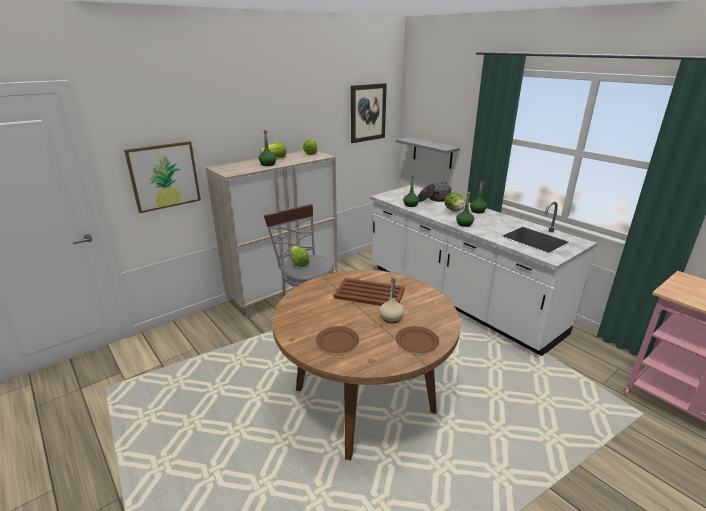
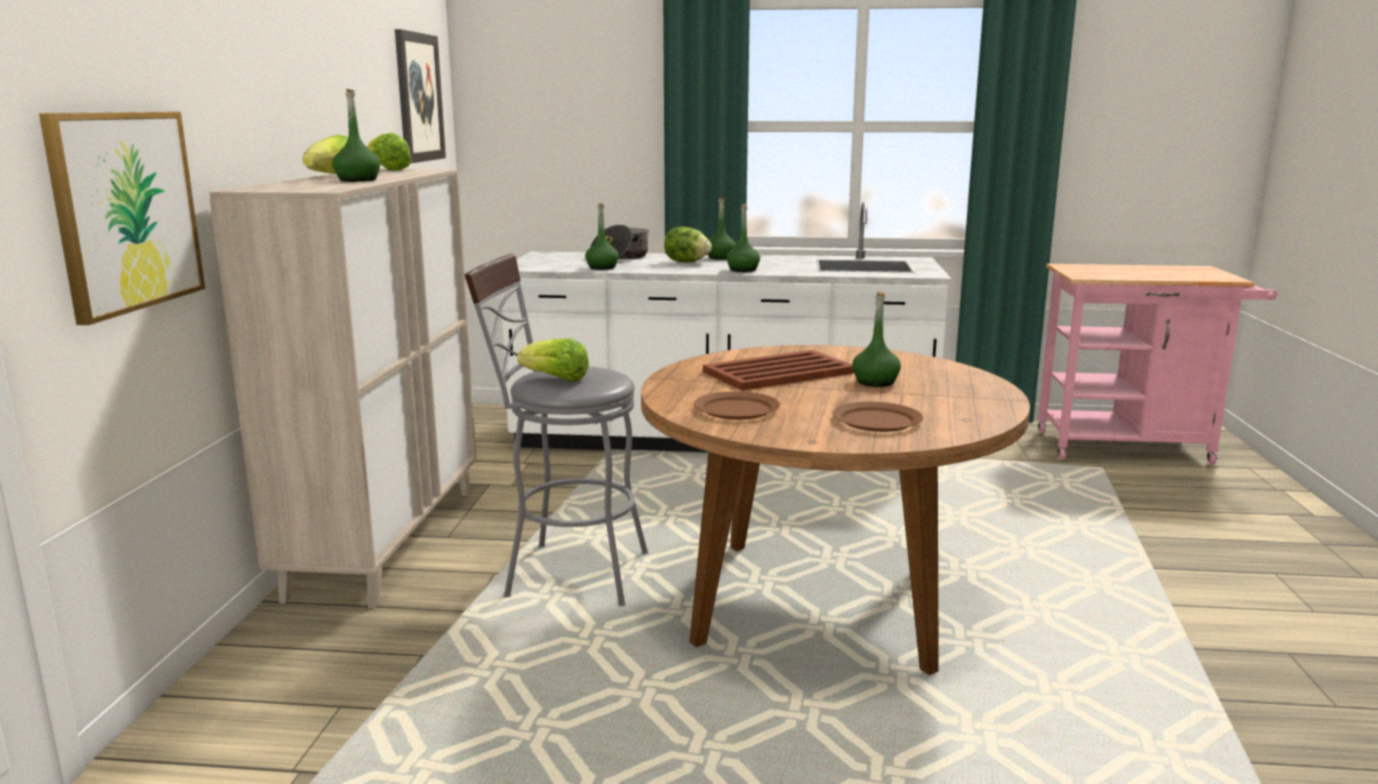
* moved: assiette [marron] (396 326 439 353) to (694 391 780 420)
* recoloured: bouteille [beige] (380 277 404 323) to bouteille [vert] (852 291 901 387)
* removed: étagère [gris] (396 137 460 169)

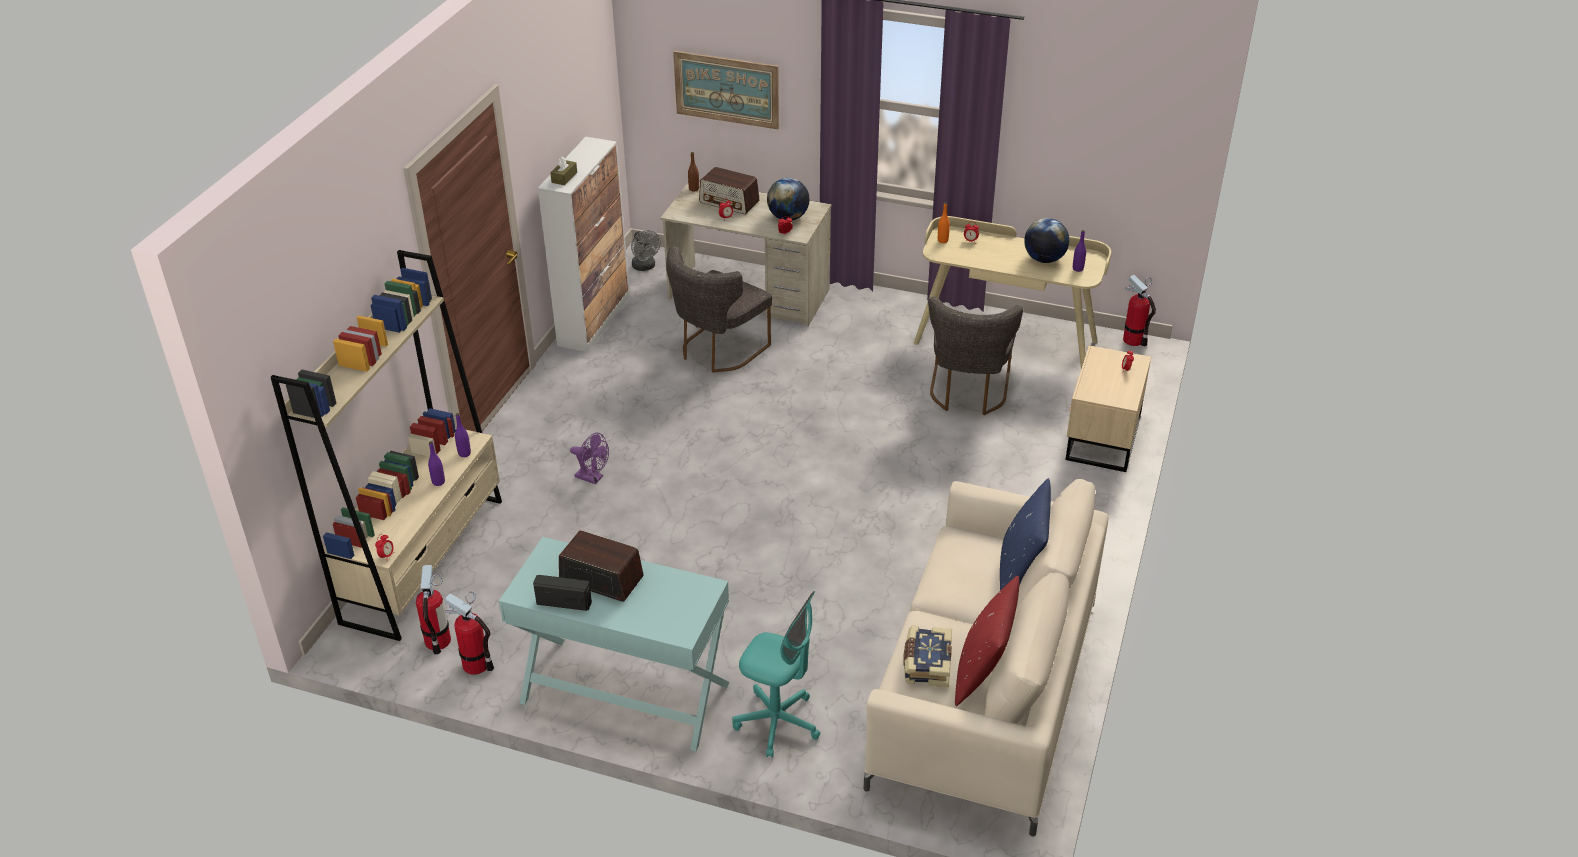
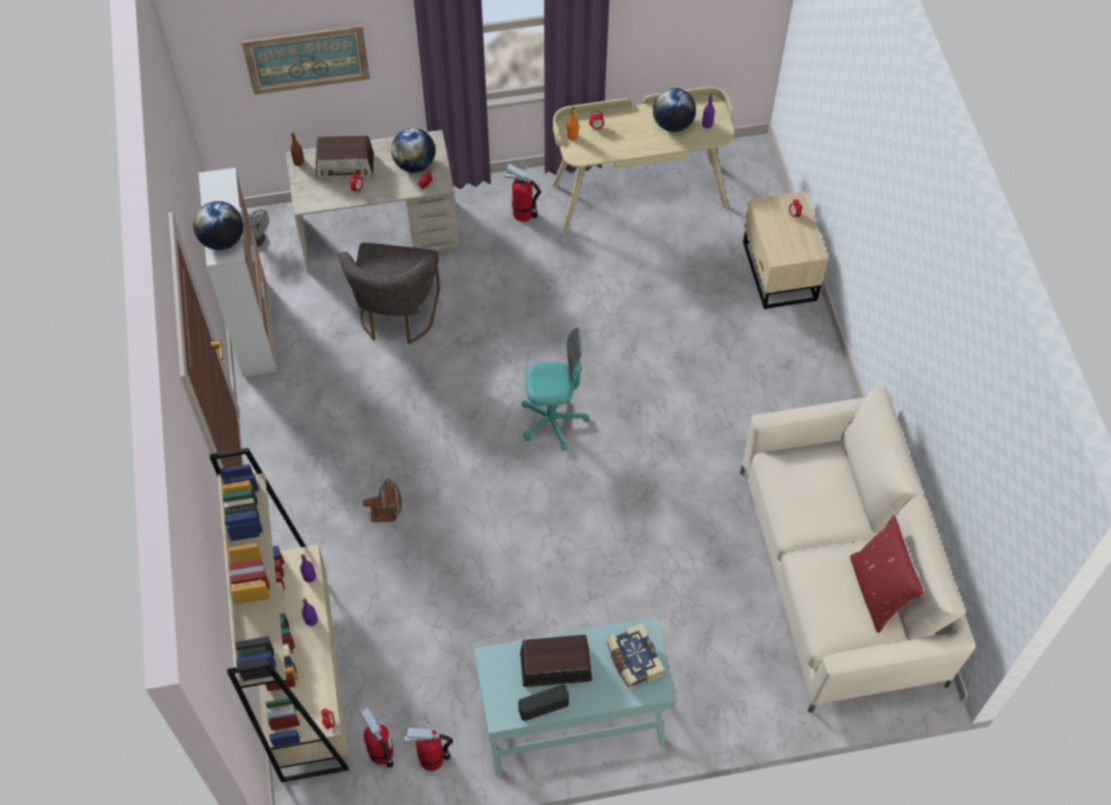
* replaced: boîte à mouchoirs [marron] (550 156 577 185) to globe (193 201 243 250)
* recoloured: ventilateur [violet] (570 433 609 484) to ventilateur [marron] (363 479 402 522)
* moved: extincteur (1123 275 1156 346) to (504 161 541 222)
* moved: chaise de bureau [turquoise] (732 591 820 758) to (522 327 590 451)
* moved: livre (903 626 952 687) to (606 623 665 690)
* removed: chaise [gris] (928 297 1023 415)
* removed: coussin [bleu] (1000 478 1051 591)

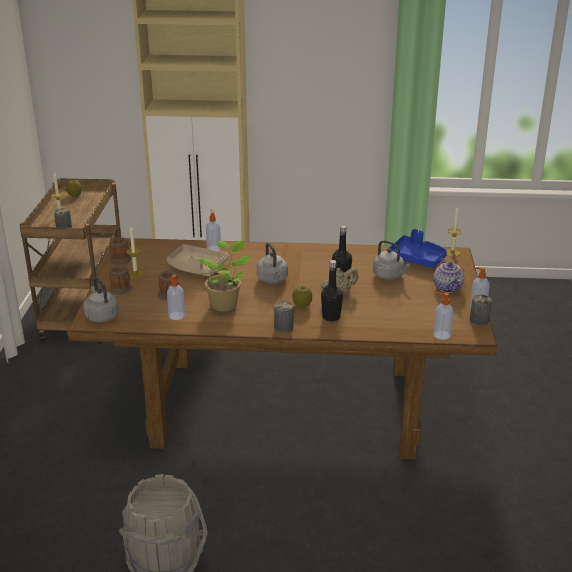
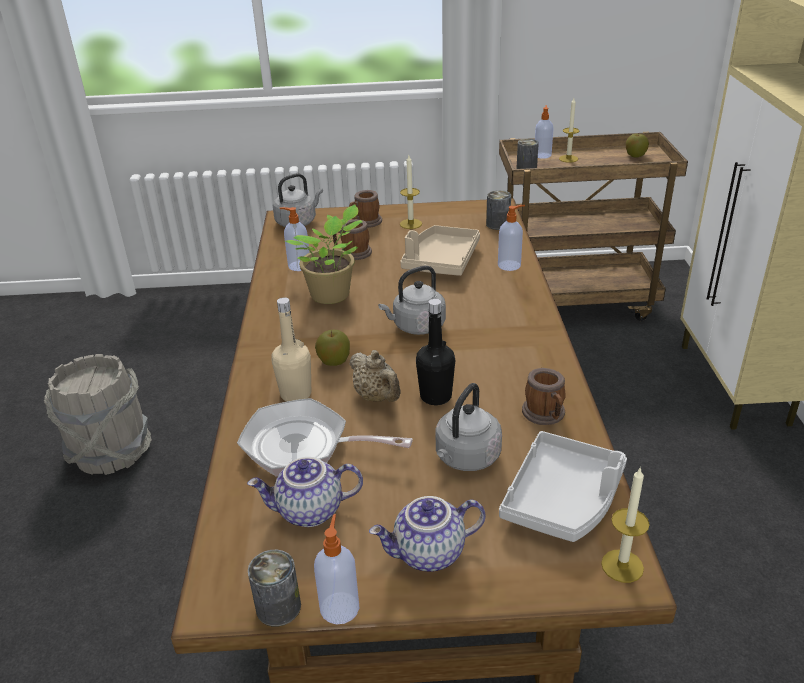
* added: poêle (237 398 413 477)
* added: théière (247 457 363 527)
* recoloured: bouteille [noir] (321 260 343 321) to bouteille [beige] (271 297 311 402)
* moved: boîte métallique (274 301 294 333) to (486 190 511 230)
* recoloured: plateau [bleu] (388 229 447 268) to plateau [gris] (499 431 627 542)
* moved: mug (110 237 135 265) to (522 368 566 425)
* moved: distributeur de savon (434 292 453 340) to (535 105 554 159)

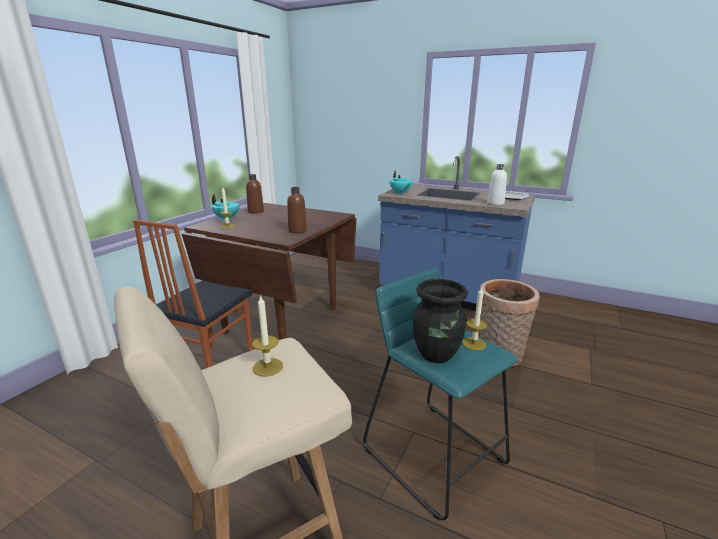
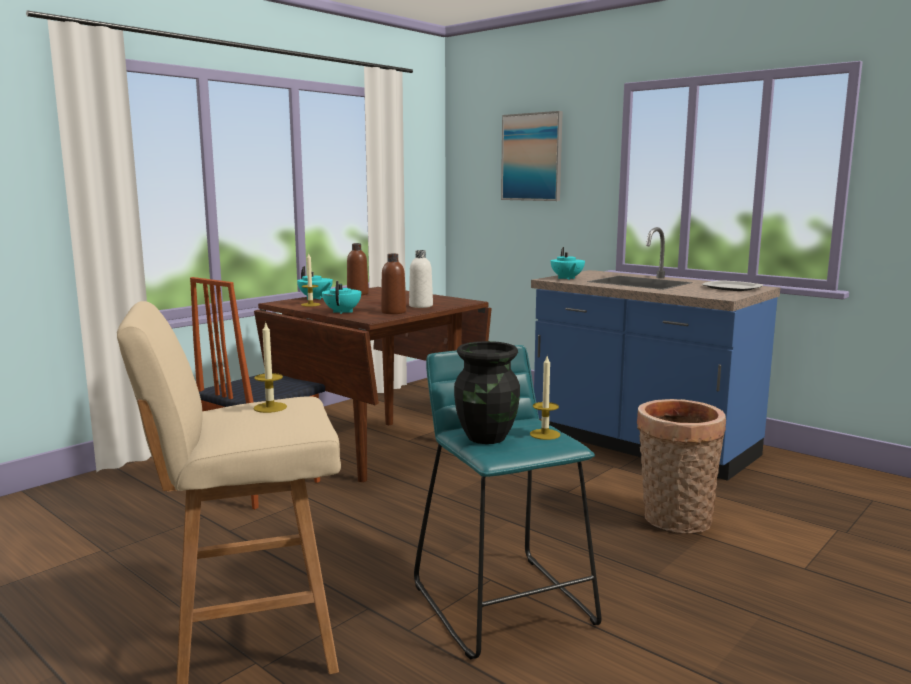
* added: théière [turquoise] (322 281 361 314)
* moved: bouteille [blanc] (487 164 507 205) to (409 250 433 308)
* added: tableau (501 111 563 201)

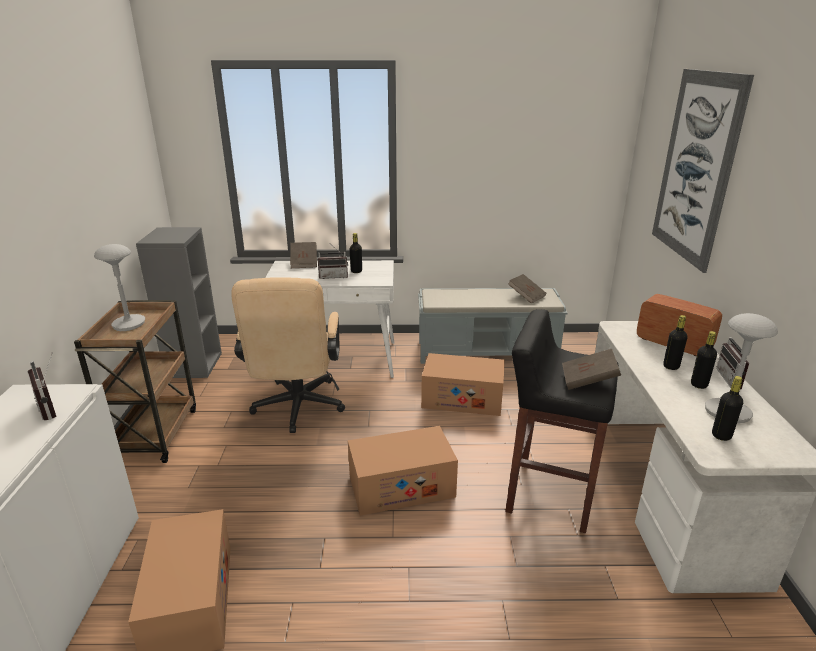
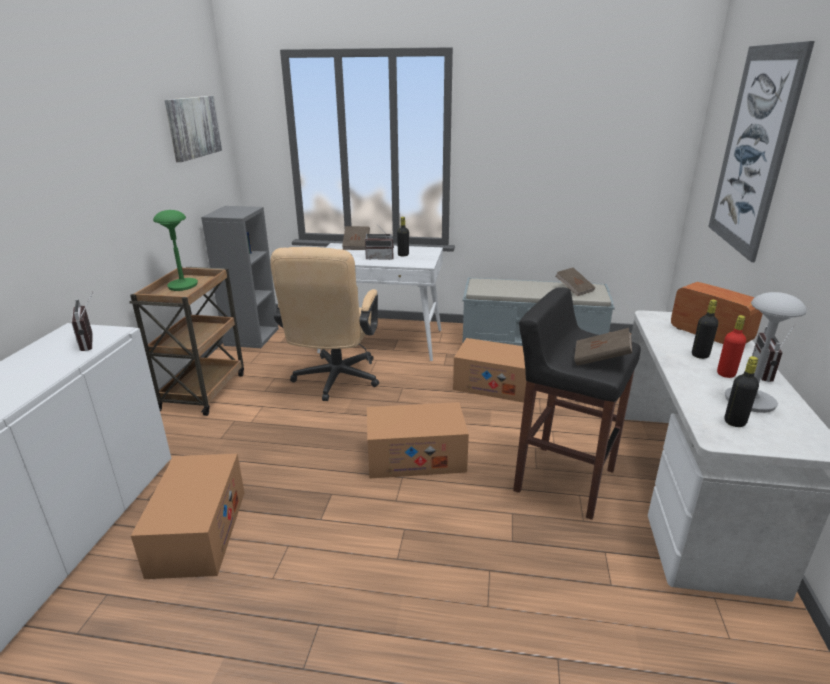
* recoloured: lampe de table [gris] (94 244 145 331) to lampe de table [vert] (153 210 198 291)
* added: tableau (165 96 222 162)
* recoloured: bouteille [noir] (691 331 717 389) to bouteille [rouge] (717 315 746 378)

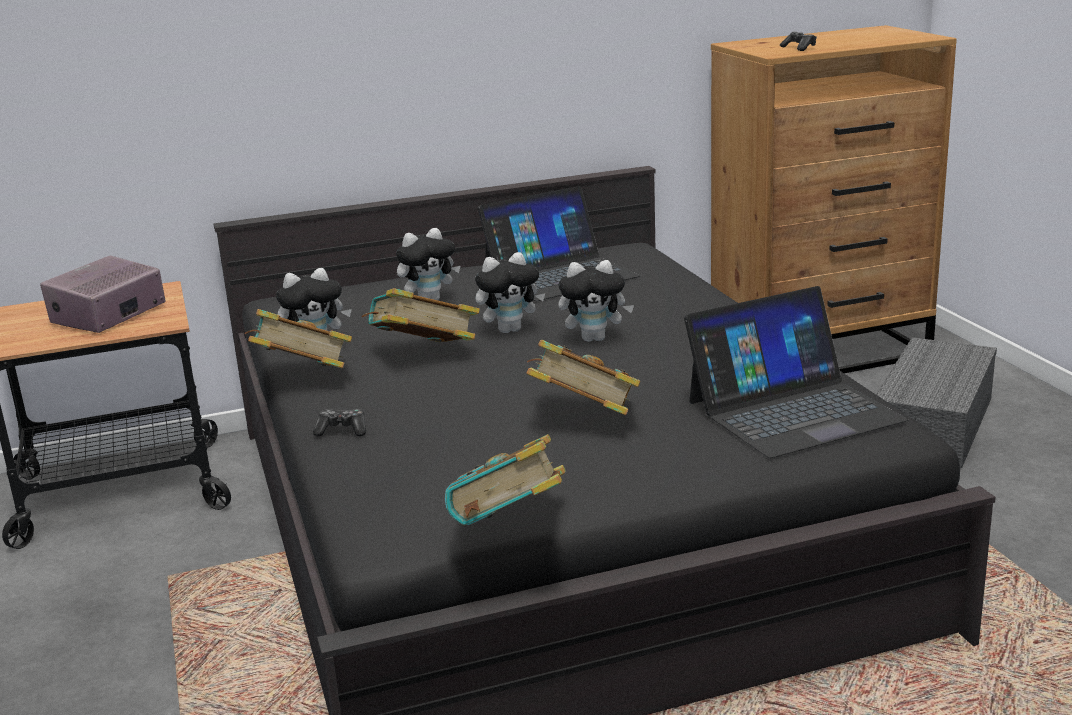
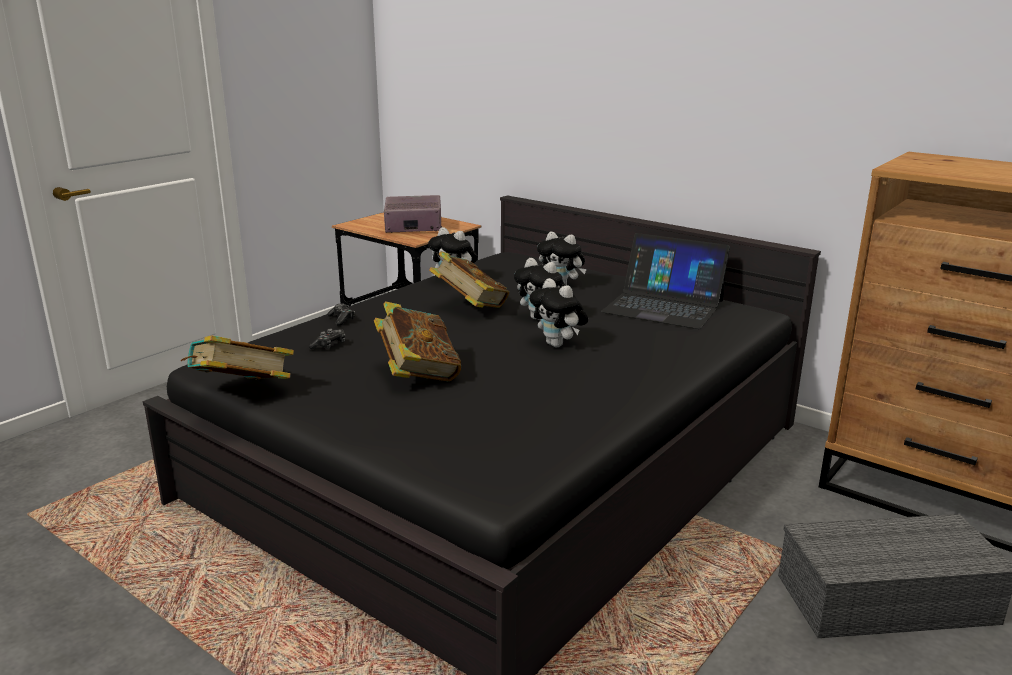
* moved: manette (780 31 817 51) to (309 329 346 349)
* removed: livre (245 309 352 368)
* removed: ordinateur portable (684 286 908 458)

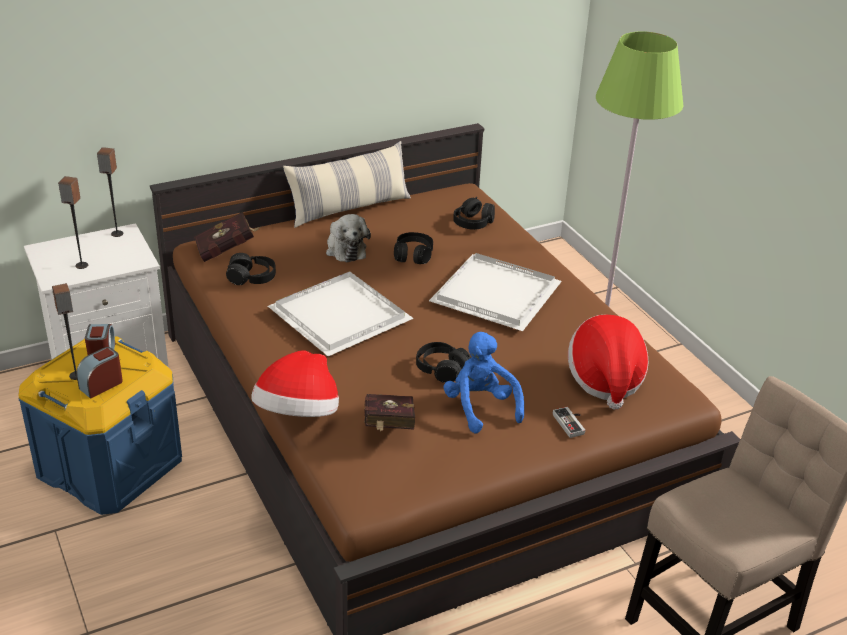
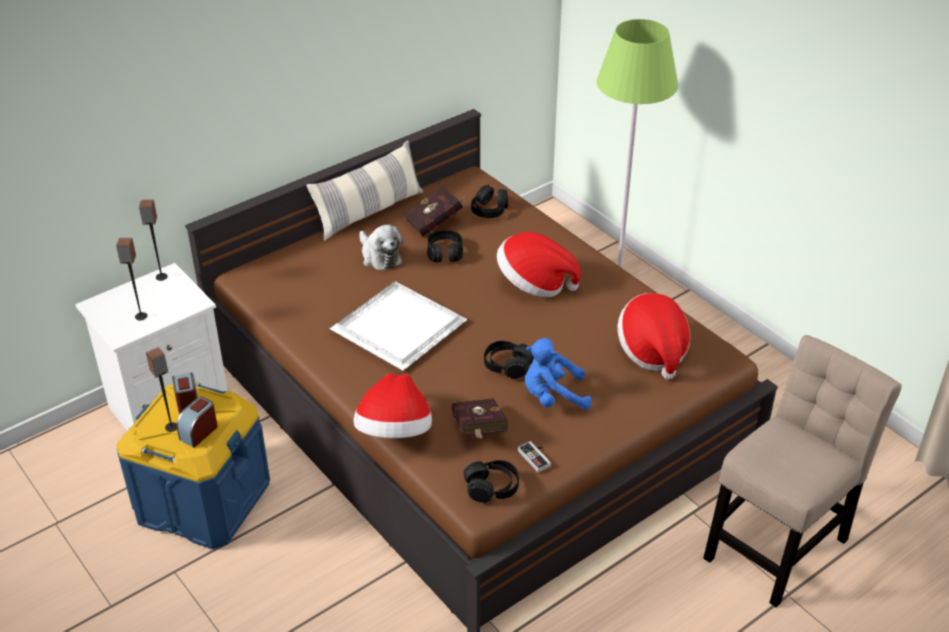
* moved: livre [rouge] (194 212 260 262) to (403 185 465 237)
* moved: casque audio [noir] (226 253 276 286) to (463 460 519 503)
* replaced: plateau [blanc] (429 253 562 331) to chapeau (497 232 580 297)
* moved: manette (553 407 585 438) to (518 441 551 473)
* turned: peluche [bleu] (443 332 524 433) = (525 338 592 410) 60 degrees counterclockwise

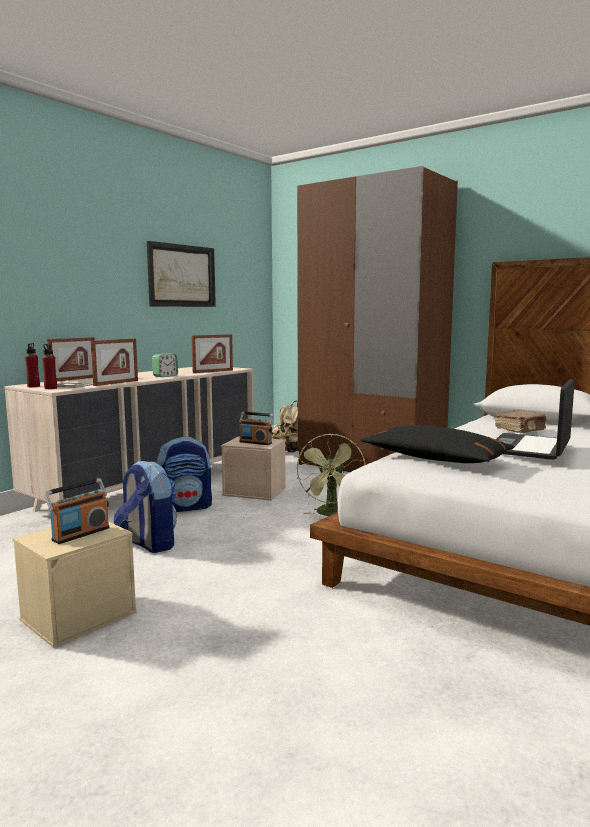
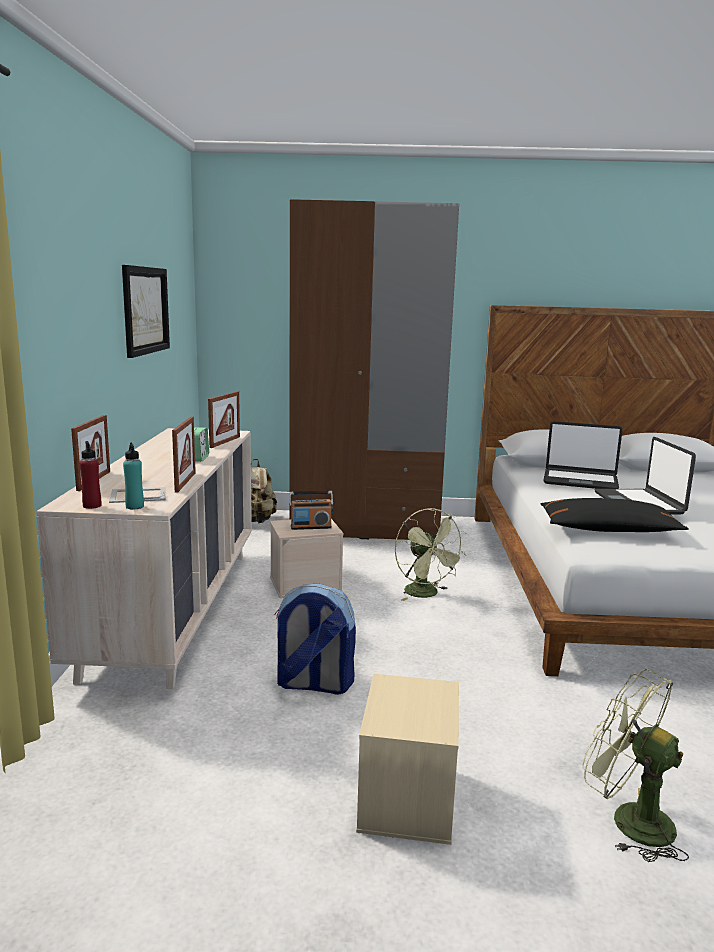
* recoloured: bouteille [rouge] (42 344 57 389) to bouteille [turquoise] (123 443 144 509)
* replaced: livre [marron] (495 409 546 433) to ordinateur portable (543 421 623 489)
* added: ventilateur [vert] (582 669 689 862)
* removed: radio (44 478 109 544)
* removed: sac à dos (157 437 212 512)

